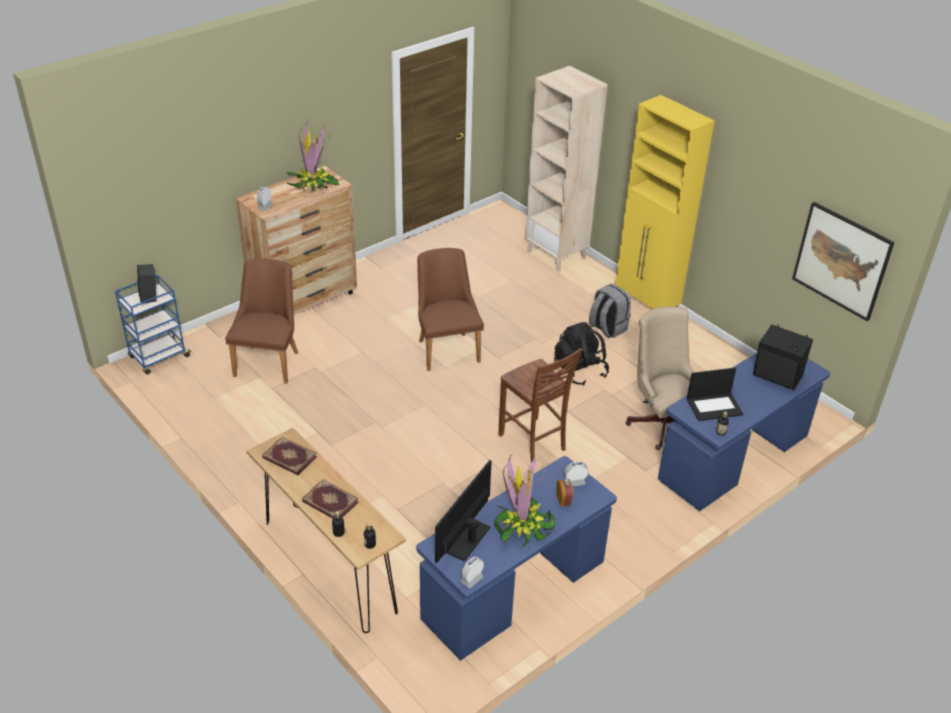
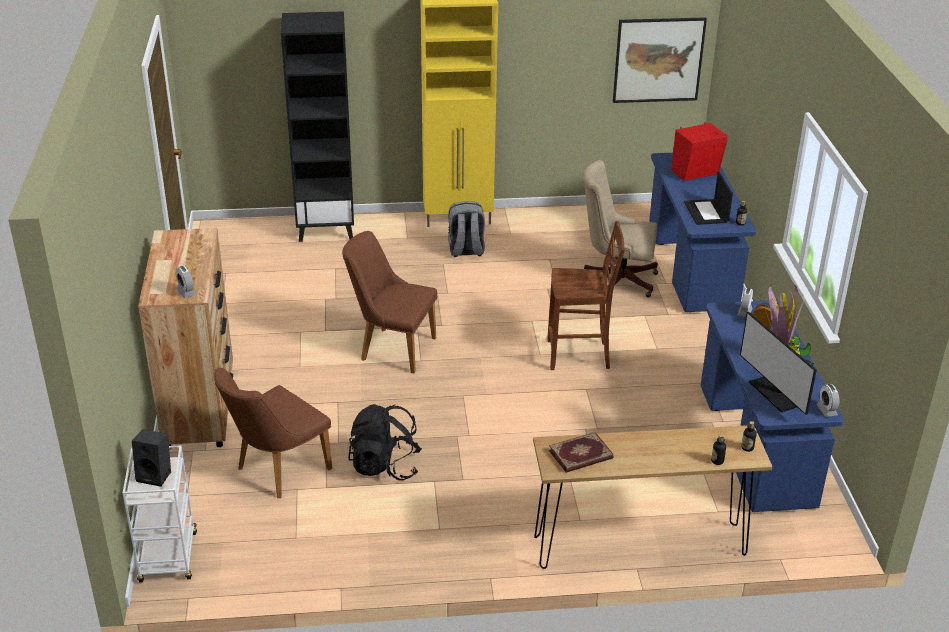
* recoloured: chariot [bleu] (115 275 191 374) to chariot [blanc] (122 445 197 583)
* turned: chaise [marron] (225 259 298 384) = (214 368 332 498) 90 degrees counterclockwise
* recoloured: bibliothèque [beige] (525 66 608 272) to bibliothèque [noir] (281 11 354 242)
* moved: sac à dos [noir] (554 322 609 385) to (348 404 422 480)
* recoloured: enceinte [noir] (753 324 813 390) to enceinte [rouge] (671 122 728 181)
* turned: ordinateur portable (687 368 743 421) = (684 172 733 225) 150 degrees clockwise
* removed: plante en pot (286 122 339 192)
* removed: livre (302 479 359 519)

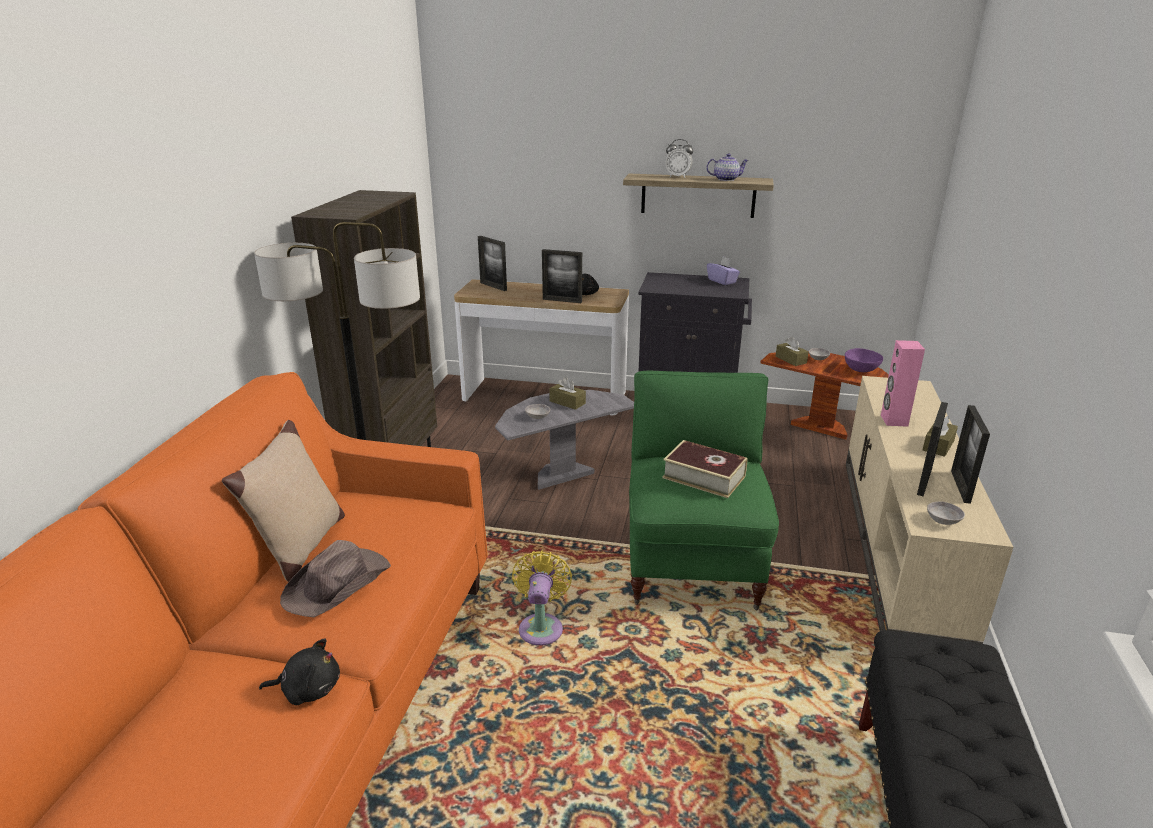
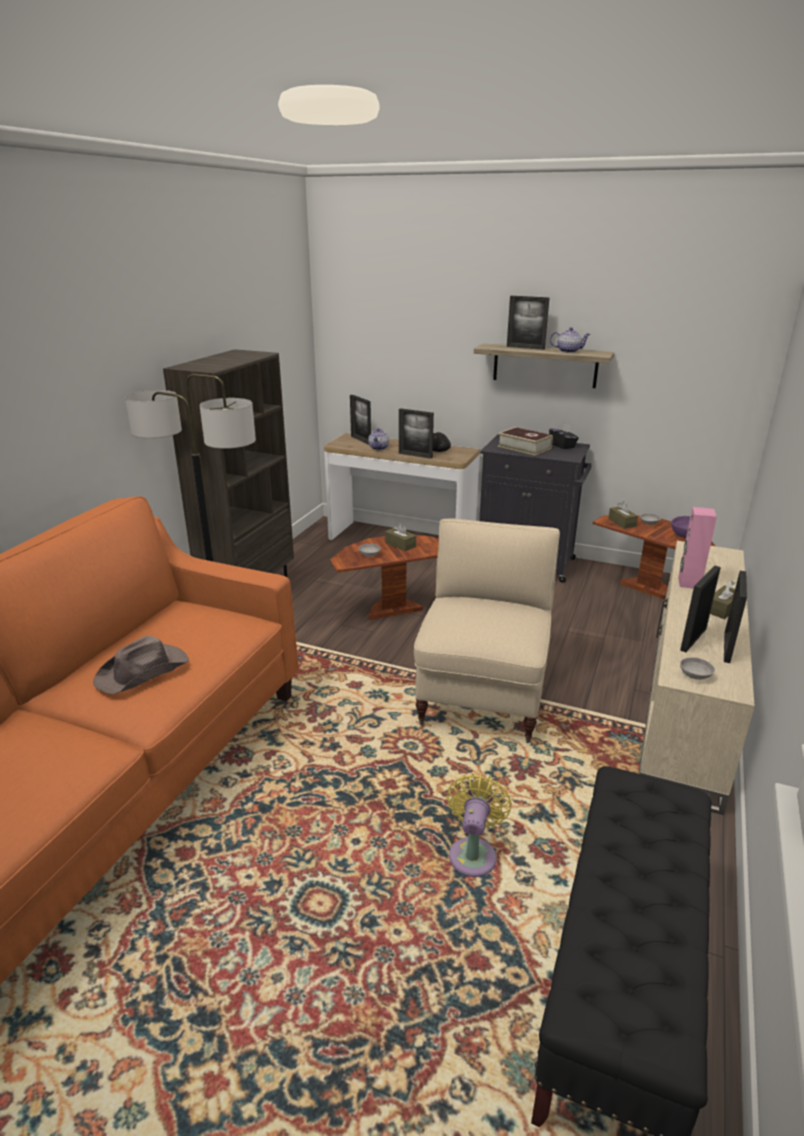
* recoloured: table d'appoint [gris] (495 390 634 490) to table d'appoint [marron] (331 535 439 620)
* added: théière (368 428 389 450)
* recoloured: fauteuil [vert] (629 371 779 610) to fauteuil [beige] (414 518 560 743)
* moved: ventilateur [jaune] (512 550 572 645) to (447 773 512 877)
* moved: livre (662 440 748 498) to (498 427 553 455)
* replaced: réveil (666 139 693 178) to cadre photo (507 296 550 350)
* recoloured: boîte à mouchoirs [violet] (707 257 740 285) to boîte à mouchoirs [noir] (549 423 579 449)
* removed: coussin [beige] (222 420 345 582)
* removed: peluche [noir] (259 638 340 705)

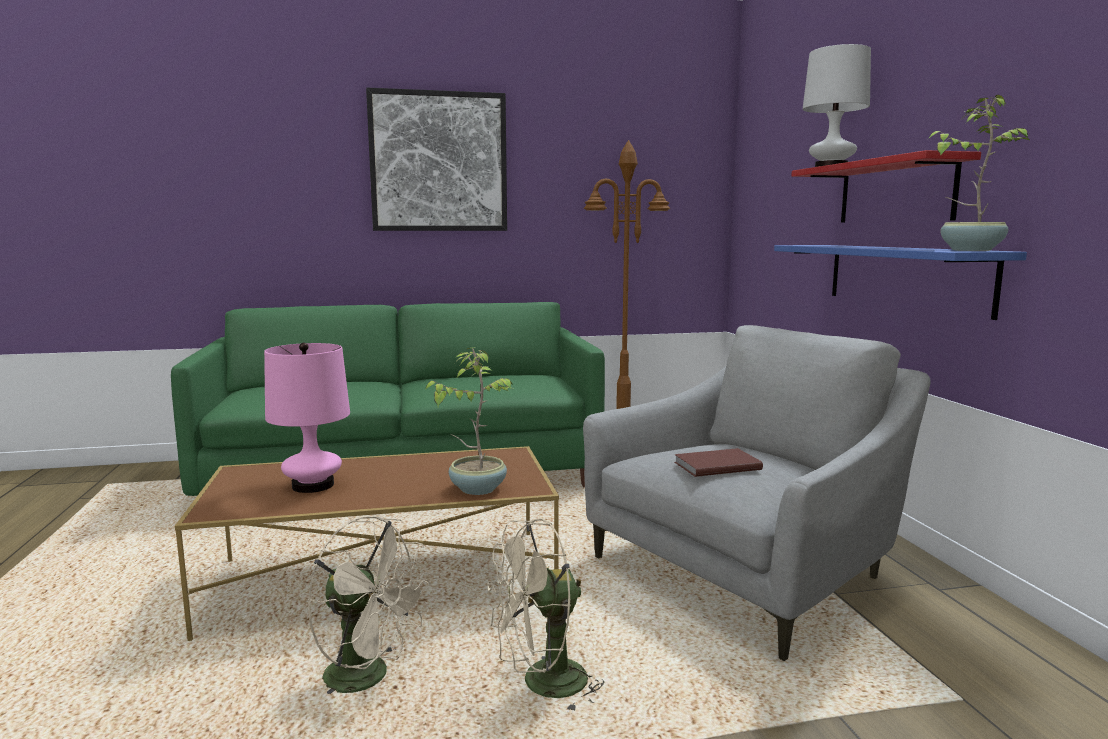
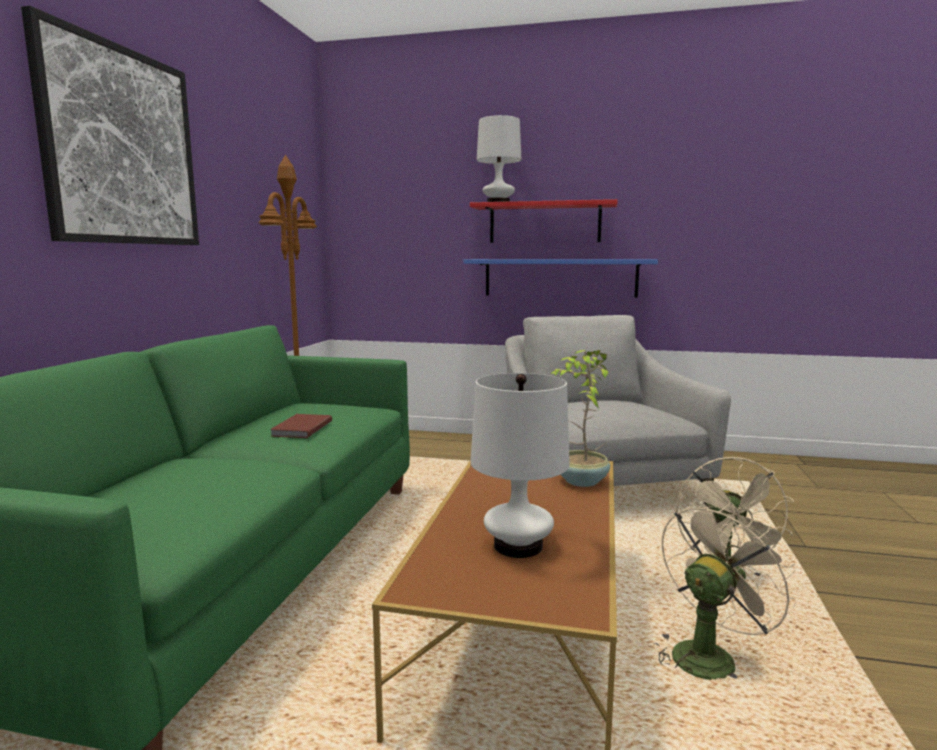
* moved: livre [marron] (674 448 763 477) to (270 414 332 438)
* recoloured: lampe de table [rose] (264 343 350 493) to lampe de table [blanc] (471 373 570 558)
* removed: plante en pot (928 95 1029 251)

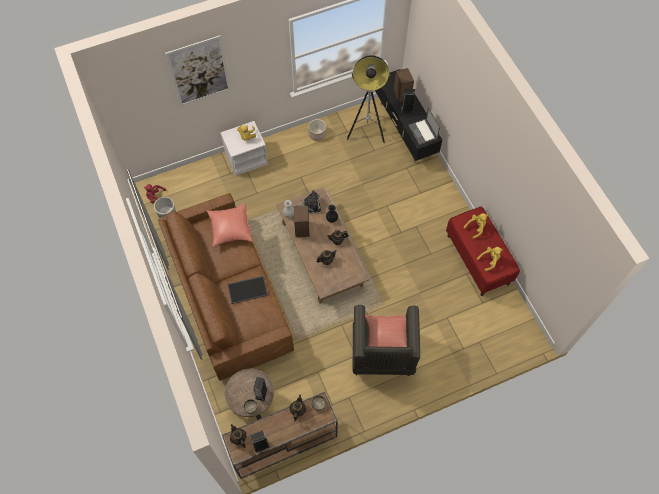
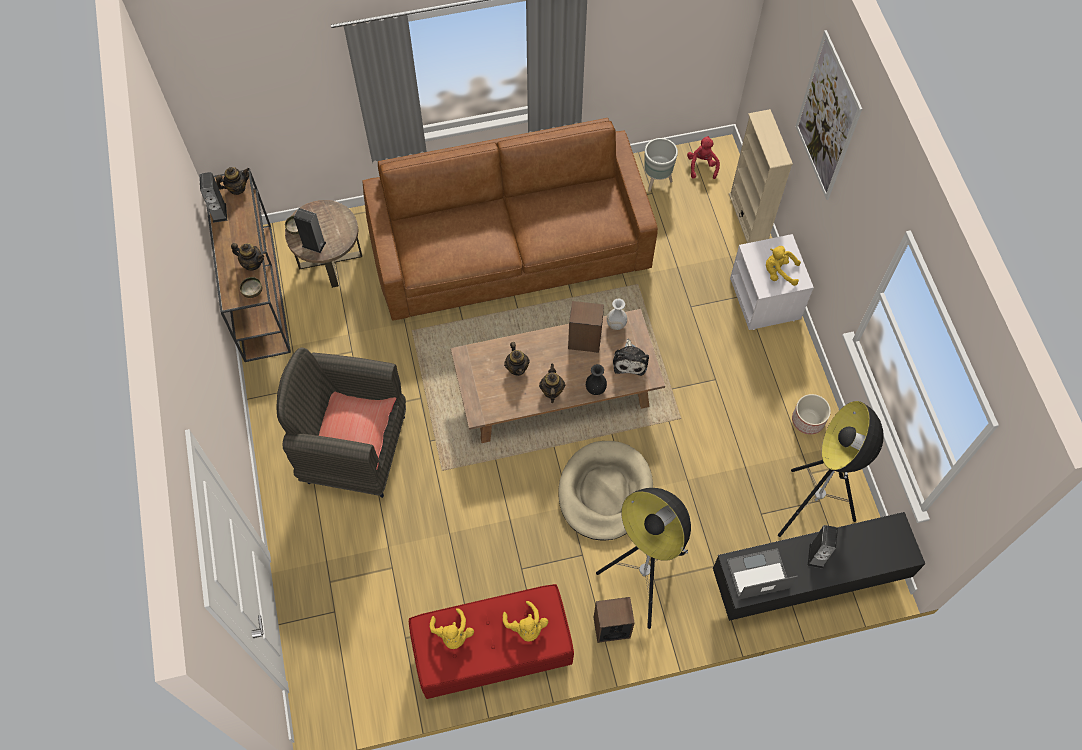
* added: panier pour chien [beige] (558 441 653 541)
* moved: enceinte (394 68 414 103) to (594 597 635 643)
* added: lampadaire (596 488 691 629)
* added: bibliothèque [beige] (729 109 793 243)
* removed: coussin [rouge] (207 203 253 247)
* removed: plateau (227 276 268 304)

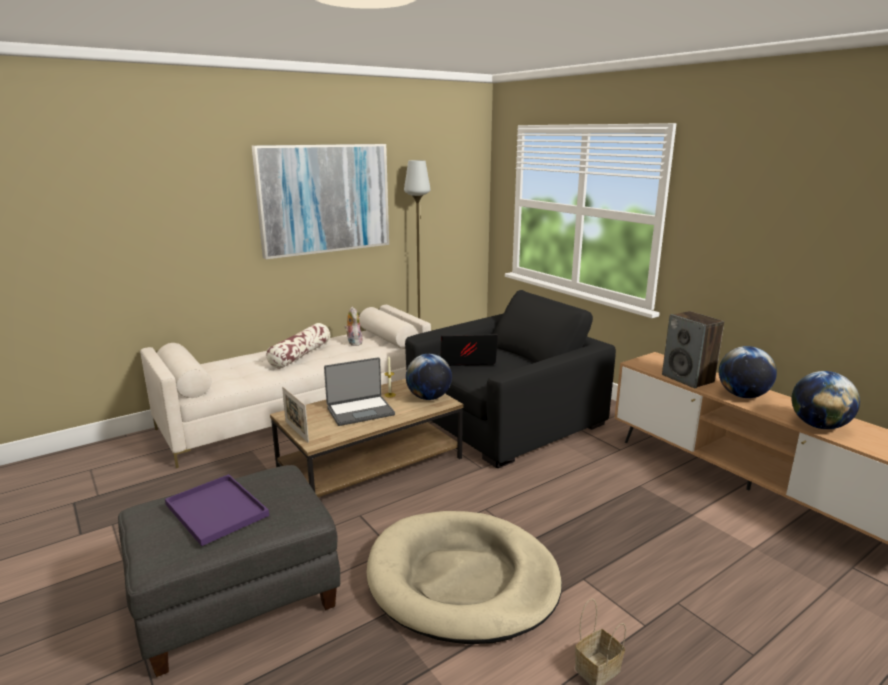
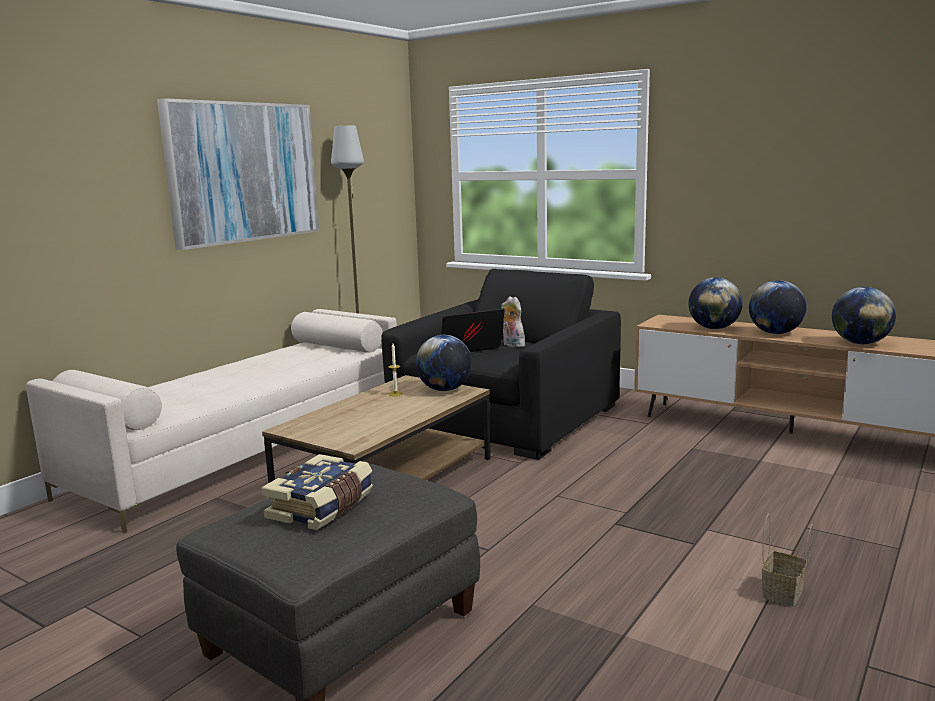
* replaced: plateau [violet] (165 474 269 546) to livre (261 454 373 530)
* moved: peluche (344 306 362 346) to (501 296 525 347)
* replaced: enceinte (662 311 724 388) to globe (688 277 743 329)
* removed: coussin (266 323 330 369)
* removed: cadre photo (282 387 309 443)
* removed: ordinateur portable (324 357 395 426)
* removed: panier pour chien [beige] (367 511 562 644)

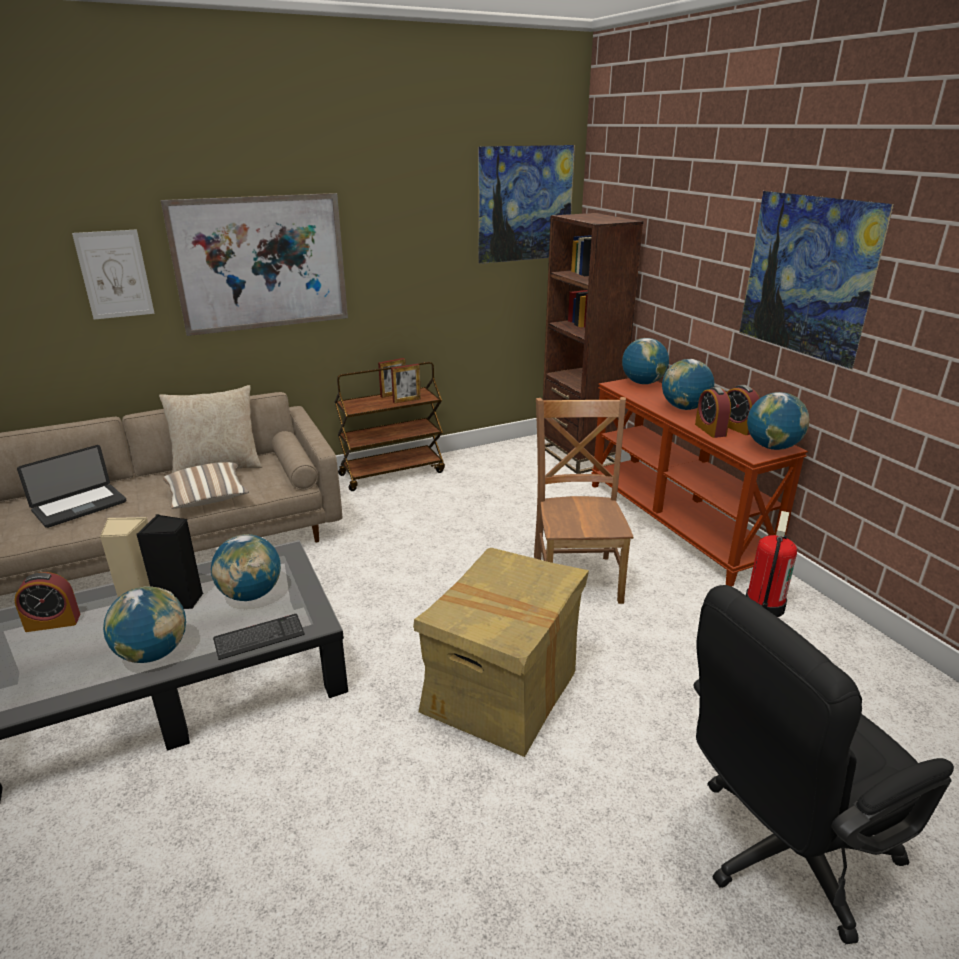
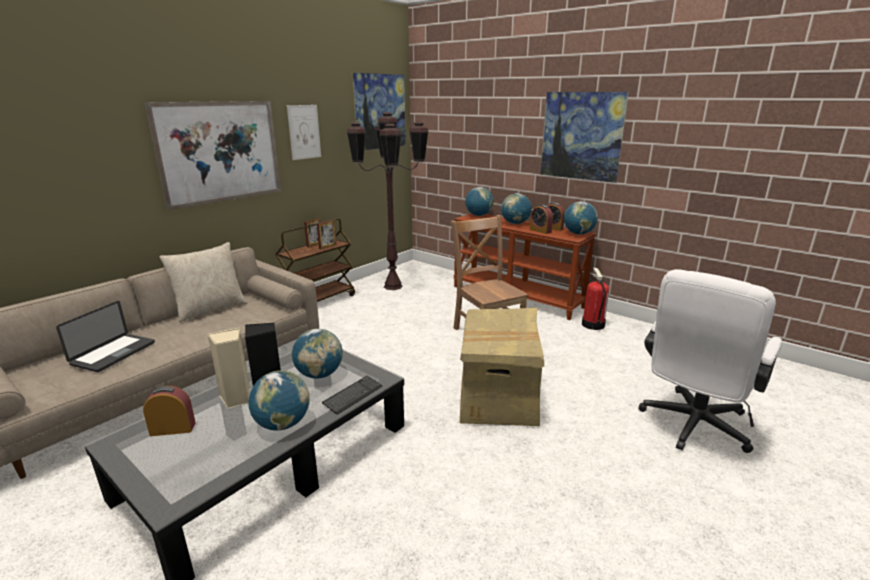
* turned: réveil (14 572 80 632) = (143 386 196 436) 150 degrees counterclockwise
* moved: tableau (72 229 155 320) to (287 105 321 160)
* added: lampadaire [marron] (347 112 429 290)
* recoloured: chaise de bureau [noir] (693 585 954 944) to chaise de bureau [blanc] (639 269 782 453)
* removed: coussin (163 462 249 509)
* removed: bibliothèque [marron] (543 213 643 474)

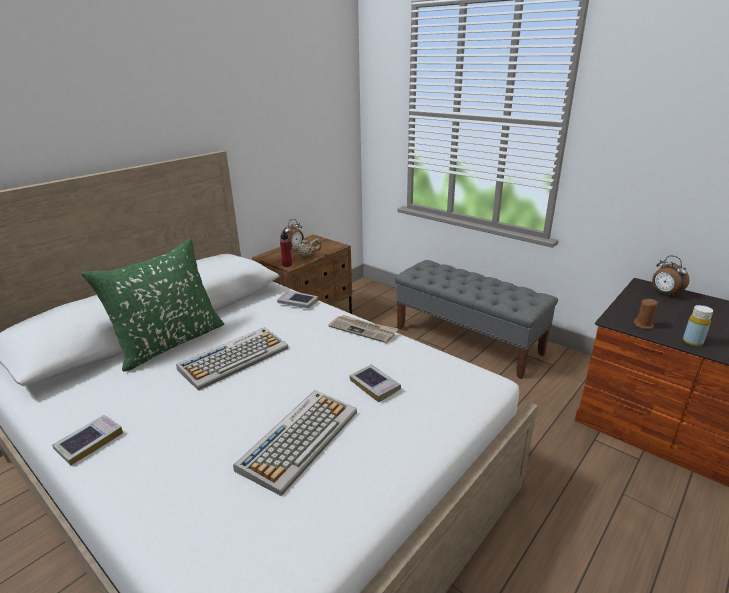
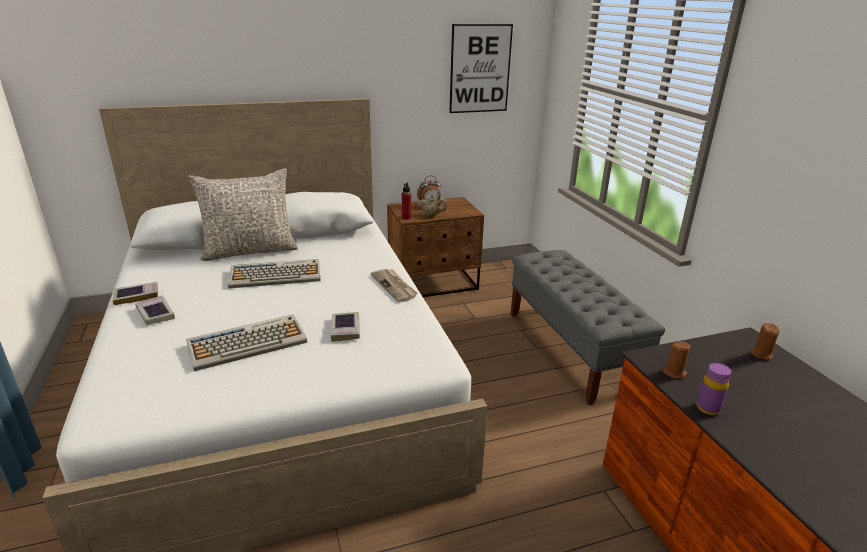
* moved: livre (277 290 318 308) to (135 295 175 325)
* recoloured: coussin [vert] (81 239 224 371) to coussin [gris] (188 168 298 261)
* added: tableau (449 24 513 113)
* recoloured: bouteille [jaune] (683 305 713 346) to bouteille [violet] (696 363 731 415)
* replaced: réveil (652 255 689 297) to bougie [marron] (751 323 779 360)

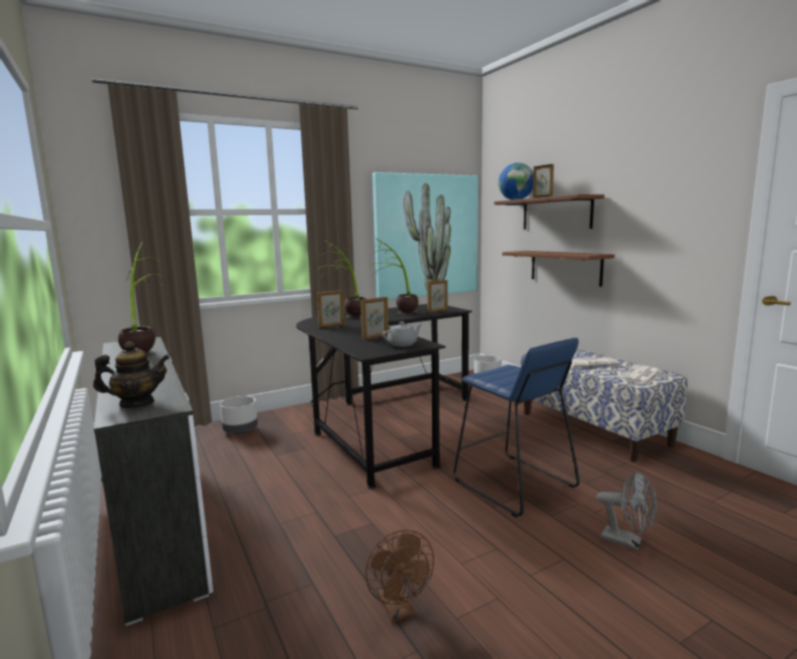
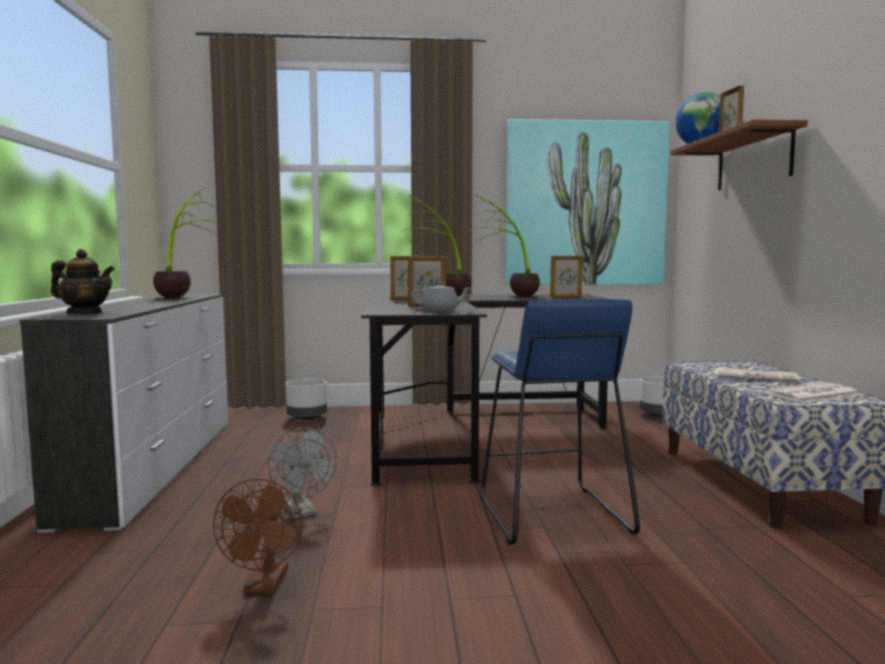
* moved: ventilateur [gris] (596 471 657 551) to (268 428 337 519)
* removed: étagère [marron] (502 251 615 287)

